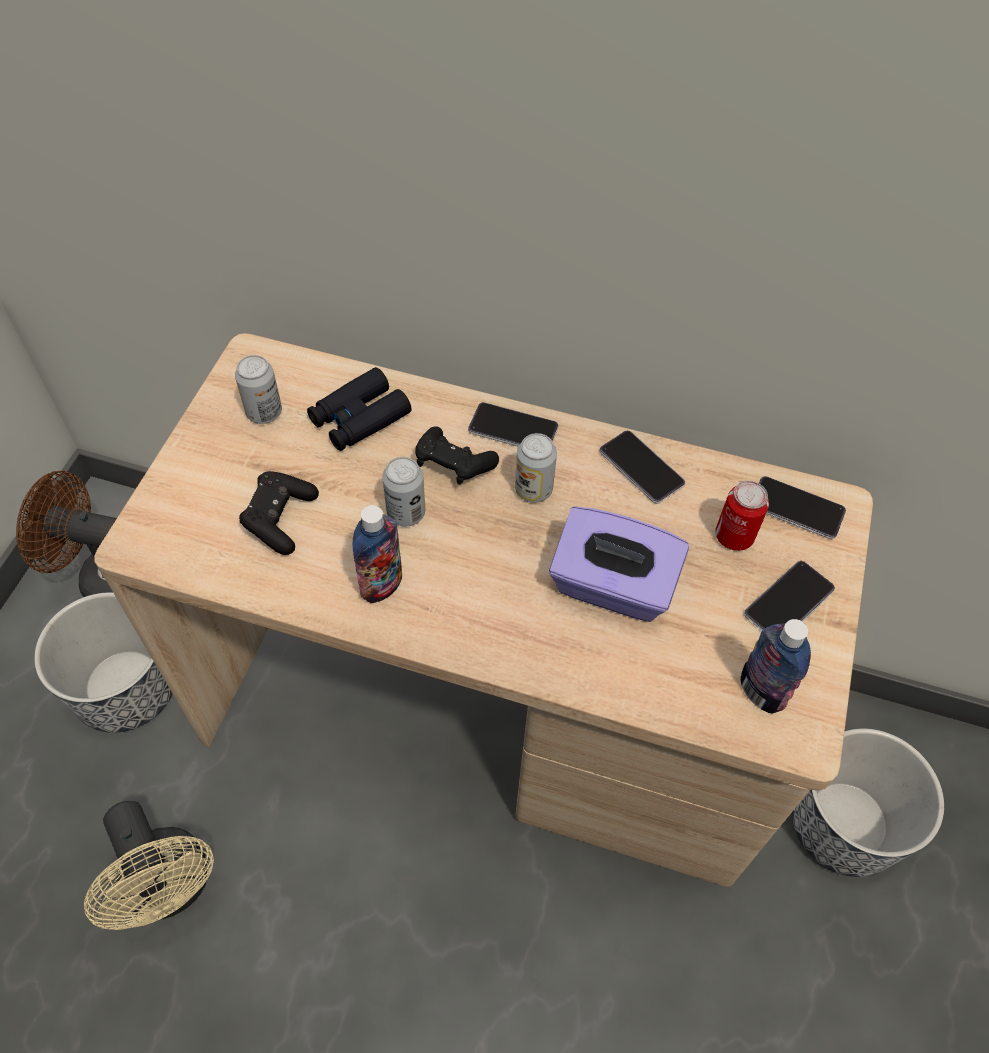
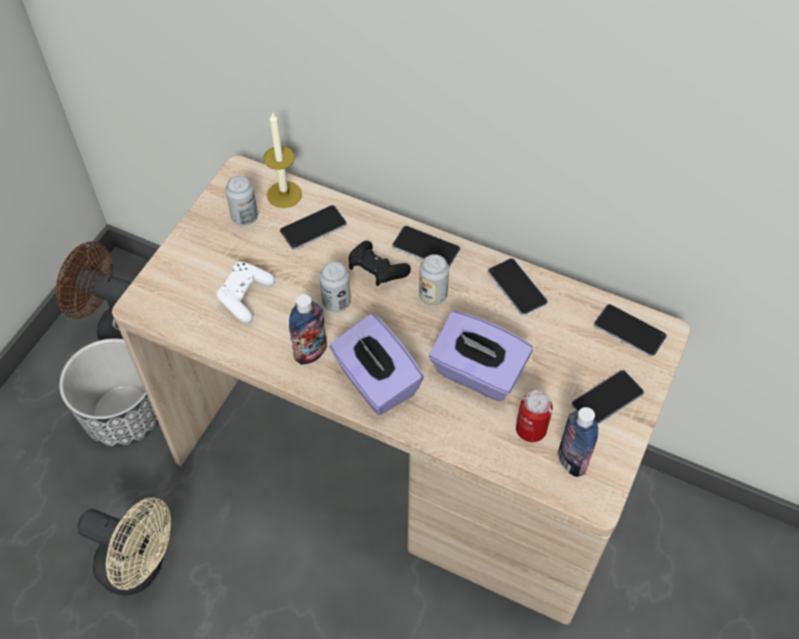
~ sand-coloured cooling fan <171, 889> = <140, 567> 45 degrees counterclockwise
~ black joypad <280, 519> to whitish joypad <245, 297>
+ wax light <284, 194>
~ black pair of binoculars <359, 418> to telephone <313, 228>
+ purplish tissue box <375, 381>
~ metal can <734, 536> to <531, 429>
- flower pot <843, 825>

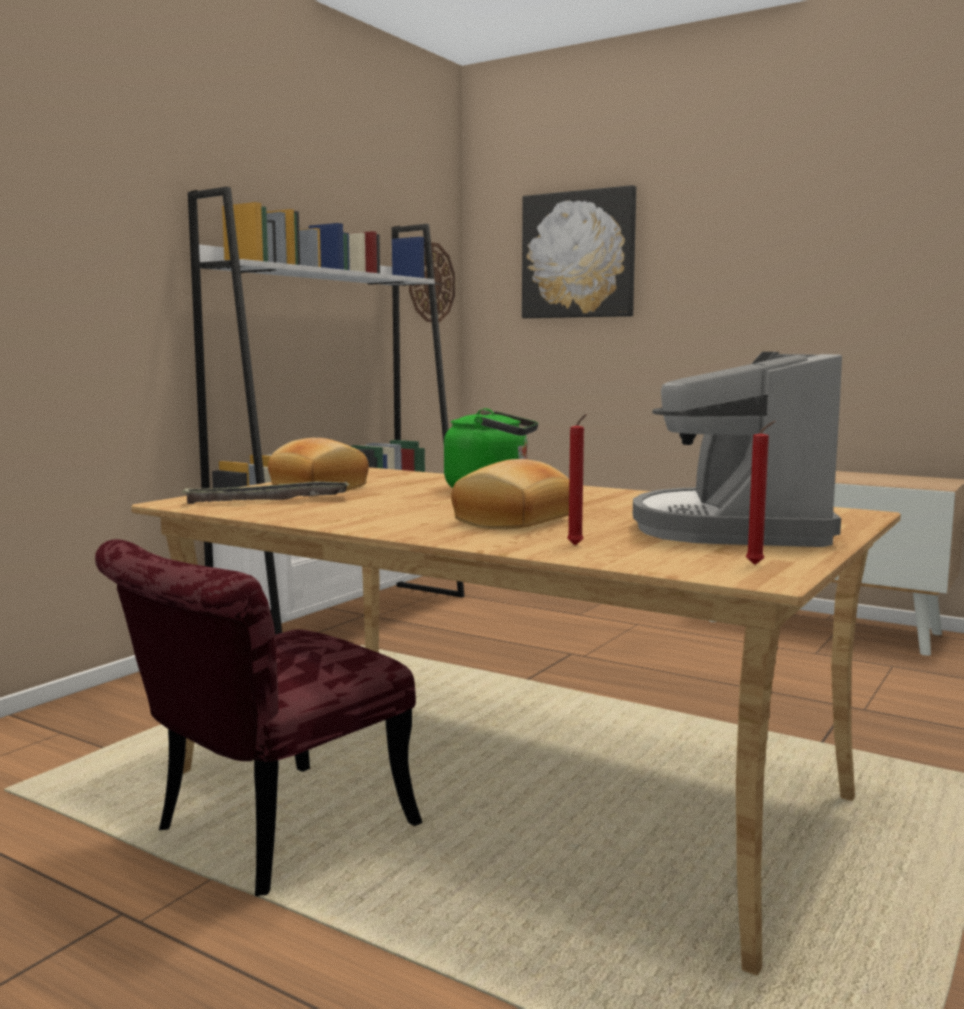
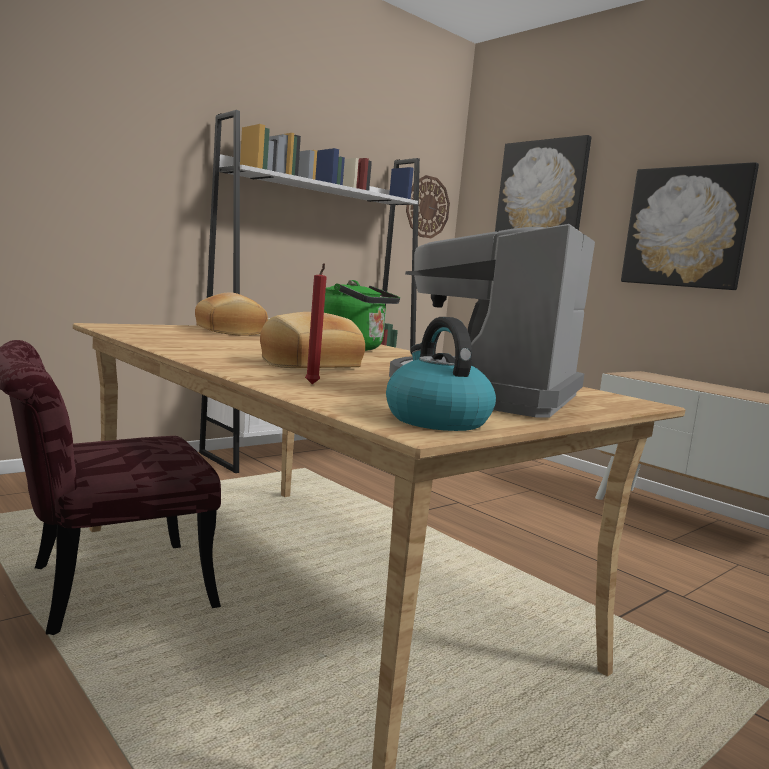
~ reddish wax light <757, 565> to tea kettle <435, 420>
+ picture <686, 227>
- serving tray <267, 500>

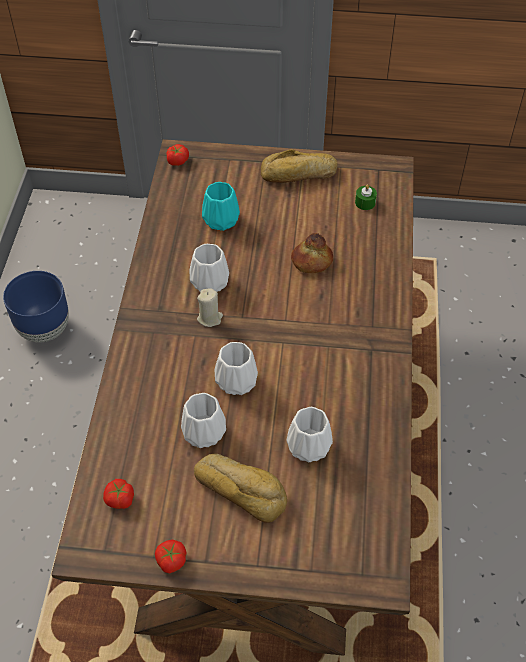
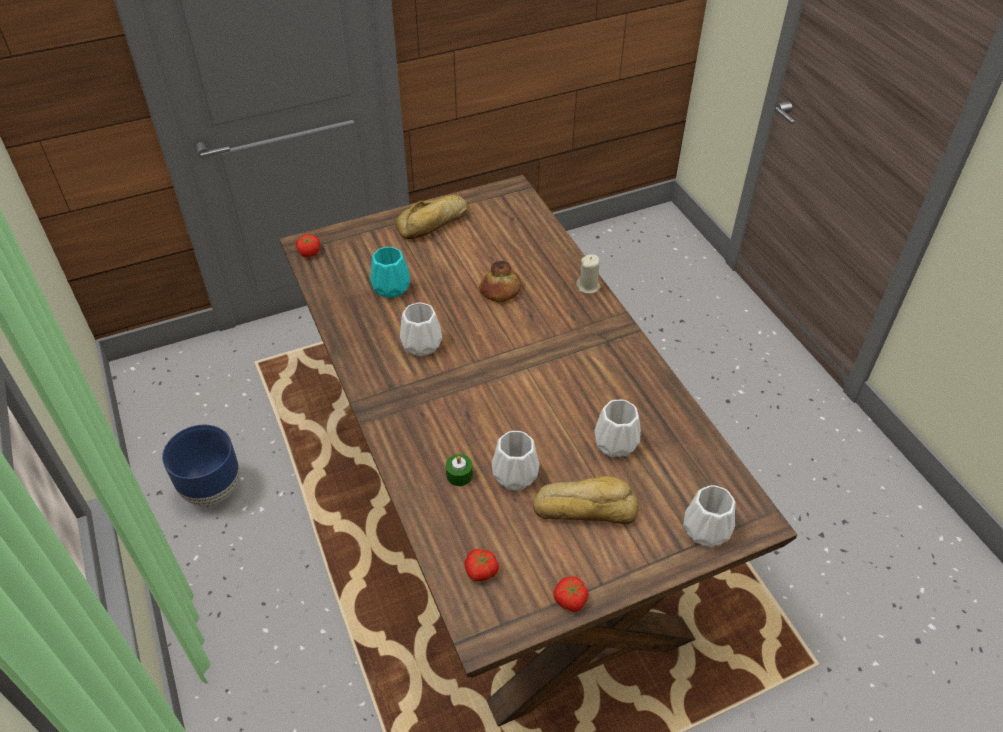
~ green-coloured wax light <365, 202> to <459, 475>
~ sand-coloured wax light <210, 318> to <588, 286>
~ whitish decorative vase <237, 381> to <707, 529>

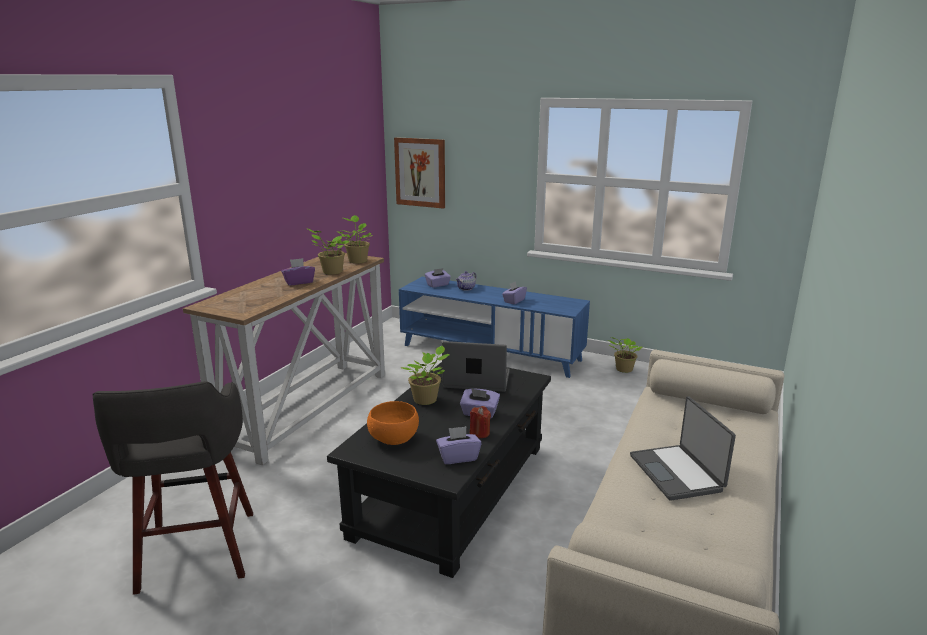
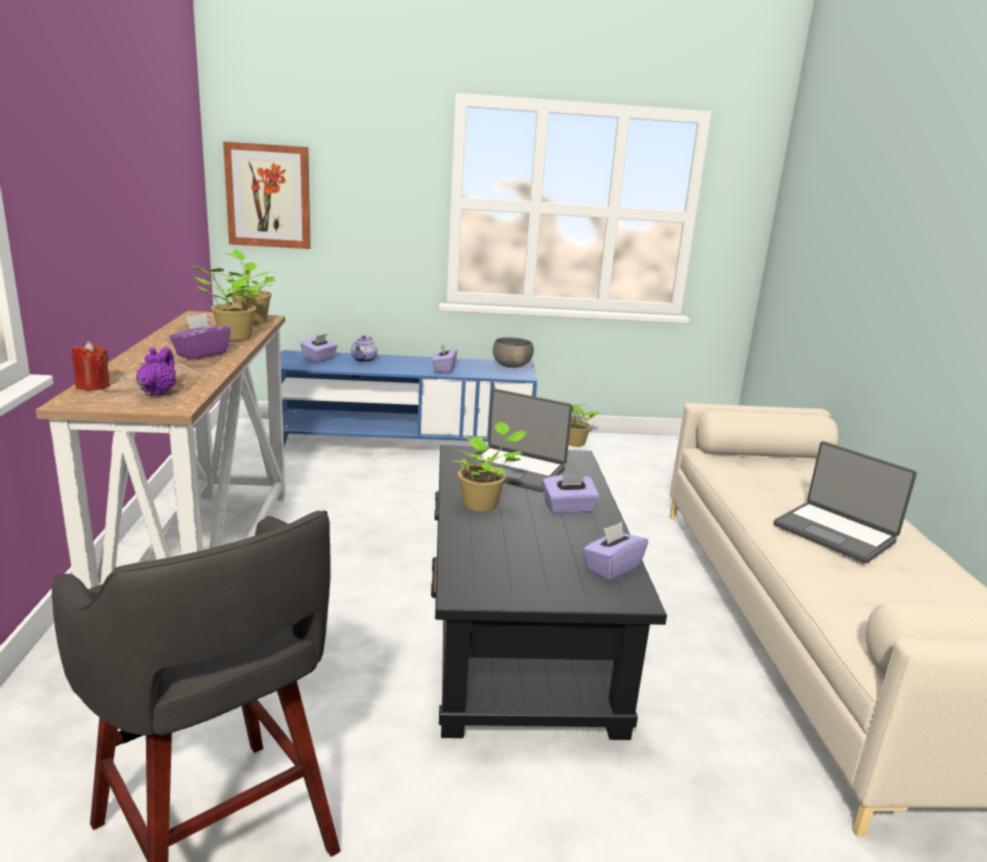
~ reddish wax light <479, 433> to <93, 386>
+ purplish teapot <158, 393>
~ notebook computer <476, 381> = <514, 470> 135 degrees counterclockwise
+ grey deep dish <511, 365>
- orange-coloured deep dish <393, 438>

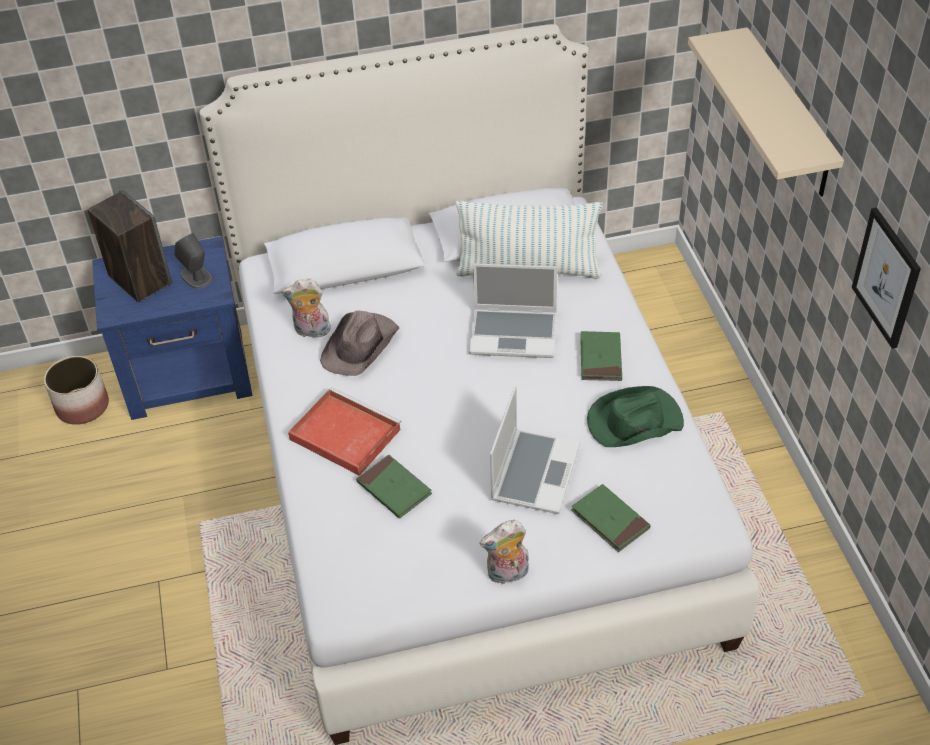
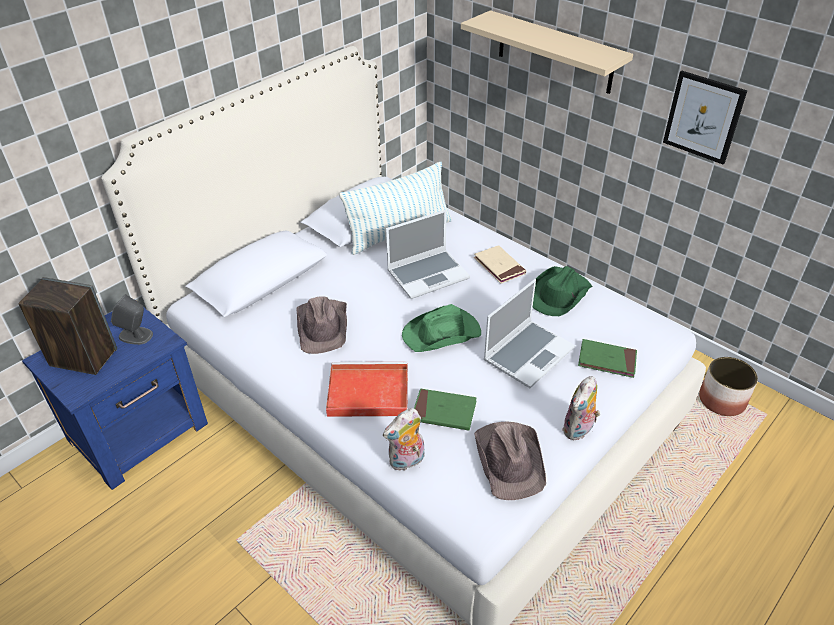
~ cuddly toy <311, 331> to <407, 461>
+ green-coloured wearable hat <442, 334>
~ green-coloured book <600, 358> to sand-coloured book <499, 266>
+ brown wearable hat <510, 459>
~ notebook computer <534, 472> = <528, 353> 60 degrees clockwise
~ flower pot <82, 406> to <721, 400>

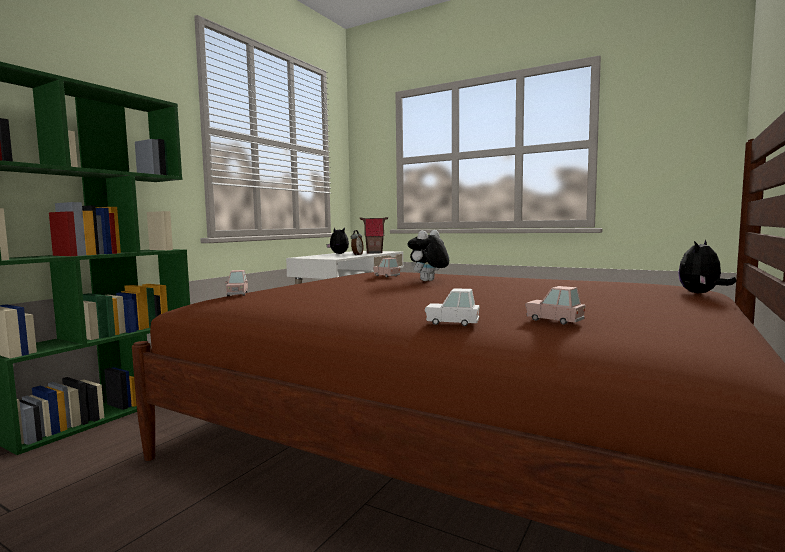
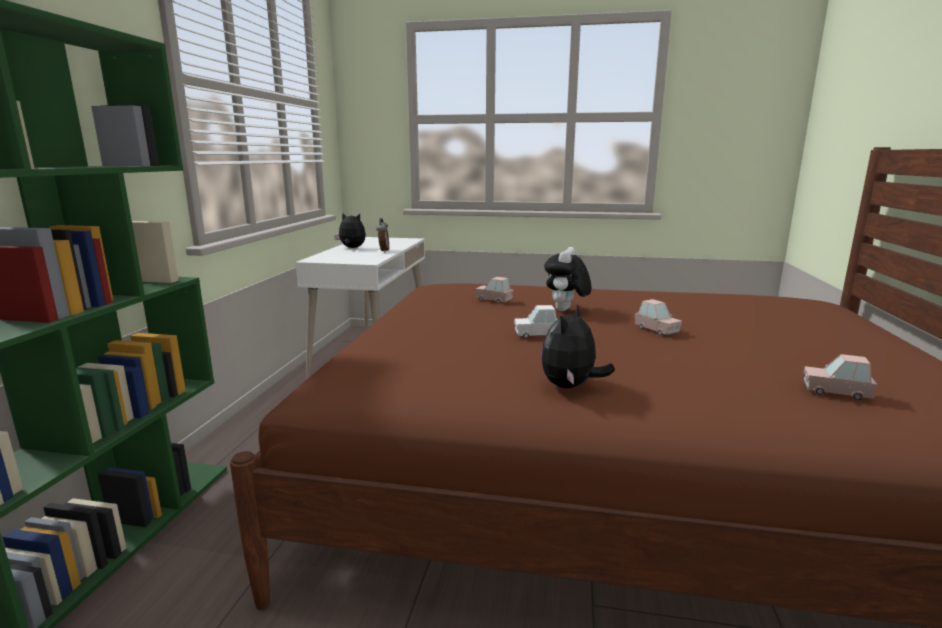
~ whitish miniature car <452, 323> to <536, 335>
~ cuddly toy <701, 293> to <570, 386>
~ pink miniature car <237, 294> to <656, 330>
- toy house <374, 253>

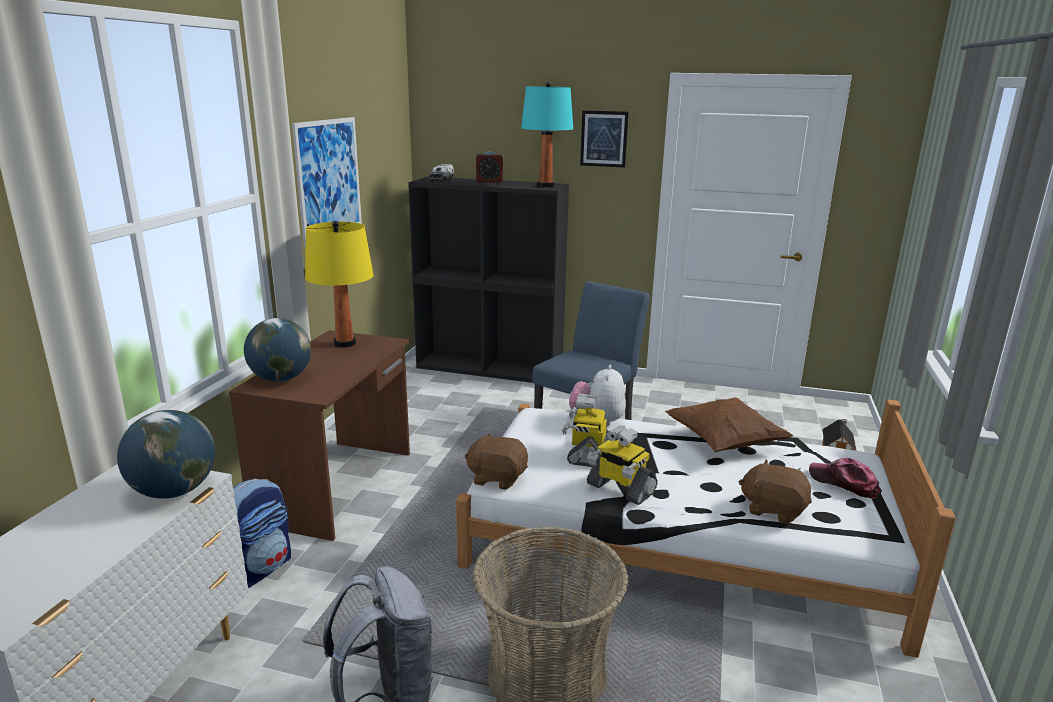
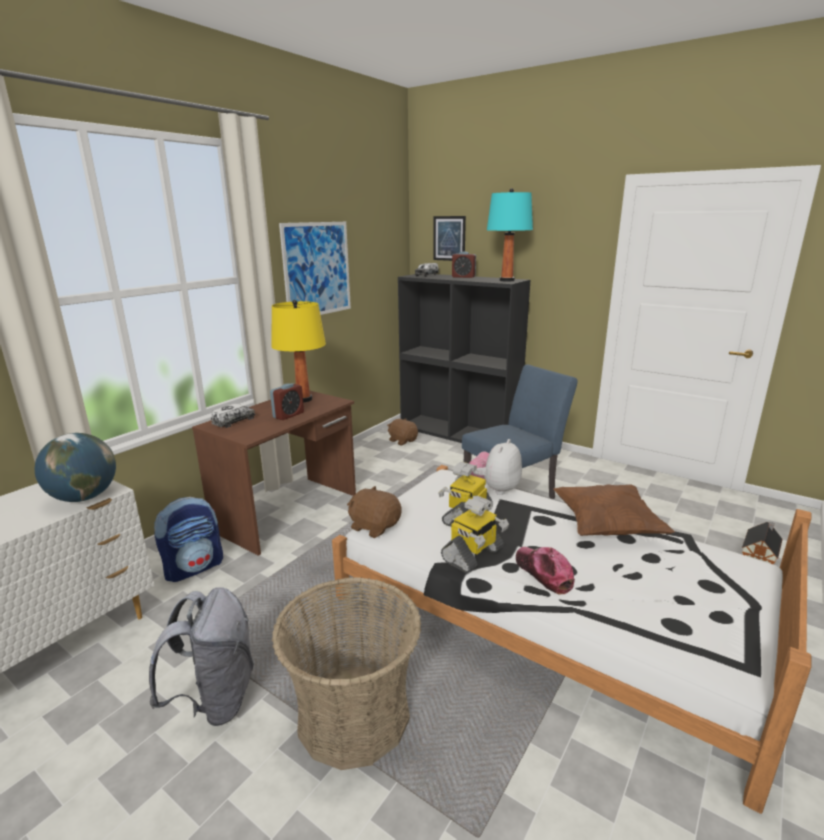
~ world globe <280, 379> to model truck <234, 421>
+ bedside clock <288, 415>
~ brown cuddly toy <773, 509> to <402, 440>
~ picture <603, 139> to <449, 238>
~ robot figure <620, 489> = <473, 555> 105 degrees counterclockwise
~ peaked cap <843, 483> to <544, 573>

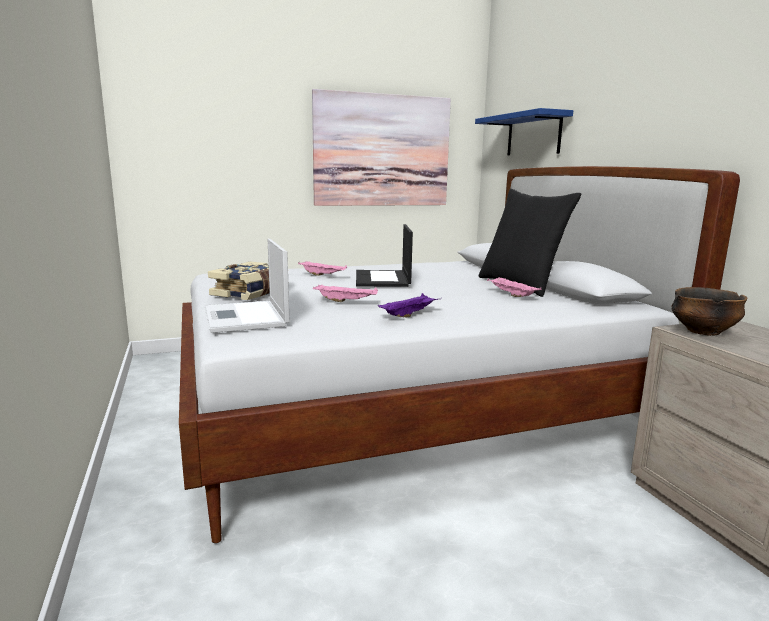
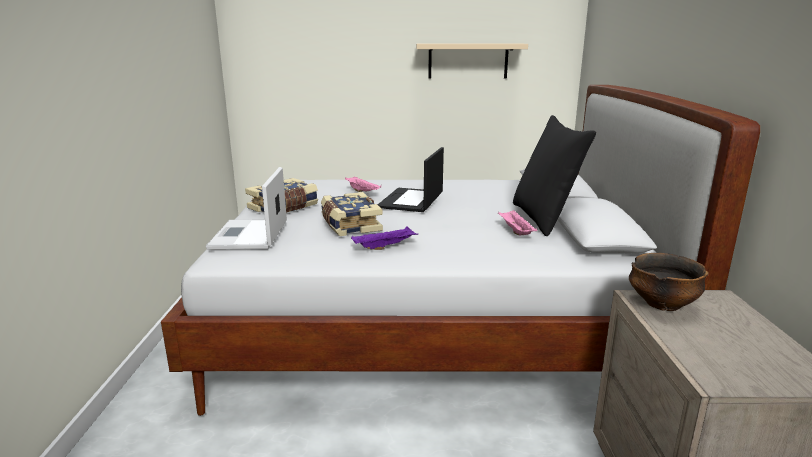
~ pink serving tray <346, 301> to book <349, 225>
~ picture <382, 151> to sand-coloured bracket shelf <468, 61>
- blue-coloured bracket shelf <533, 135>

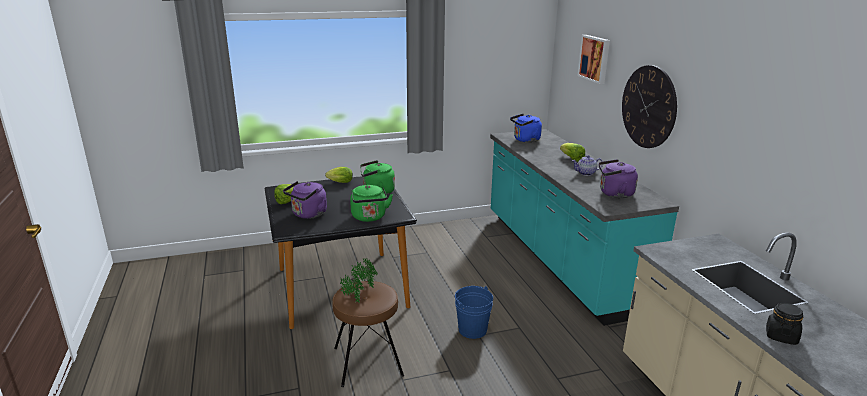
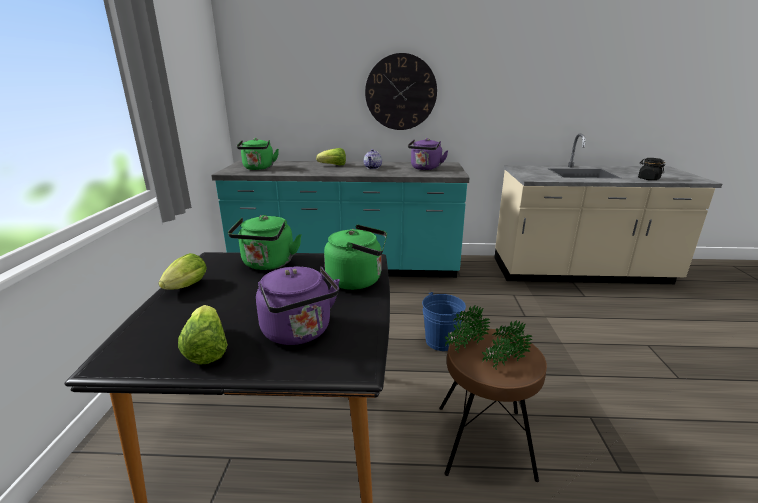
~ blue-coloured tea kettle <525, 140> to green-coloured tea kettle <258, 168>
- picture <595, 58>

